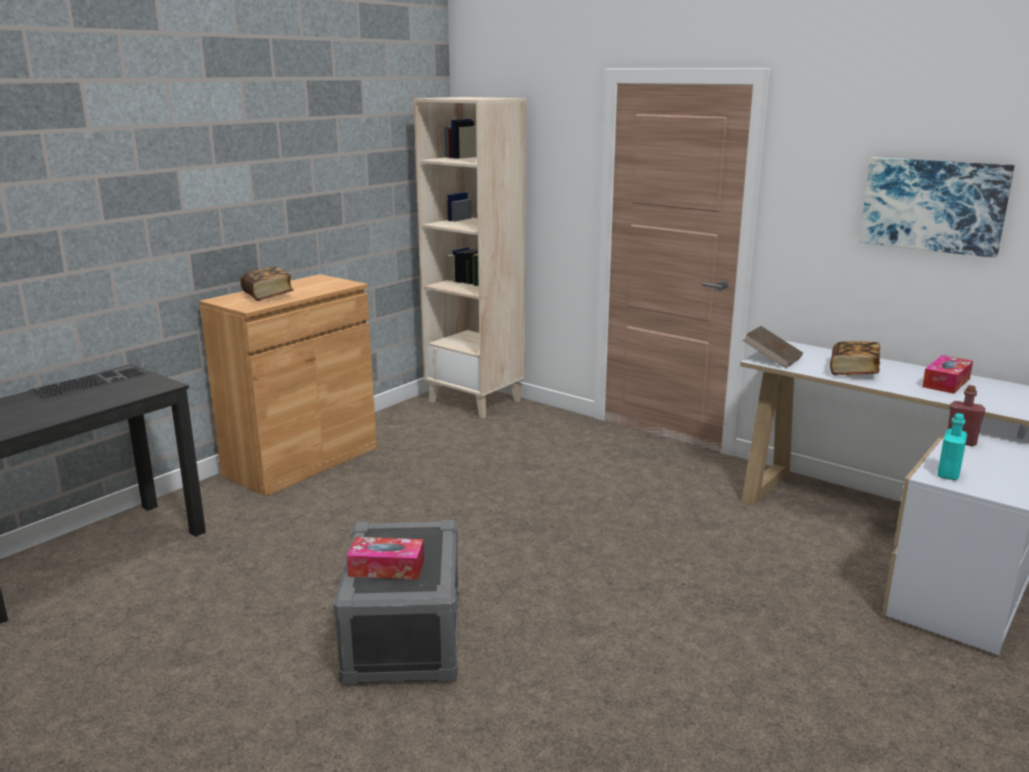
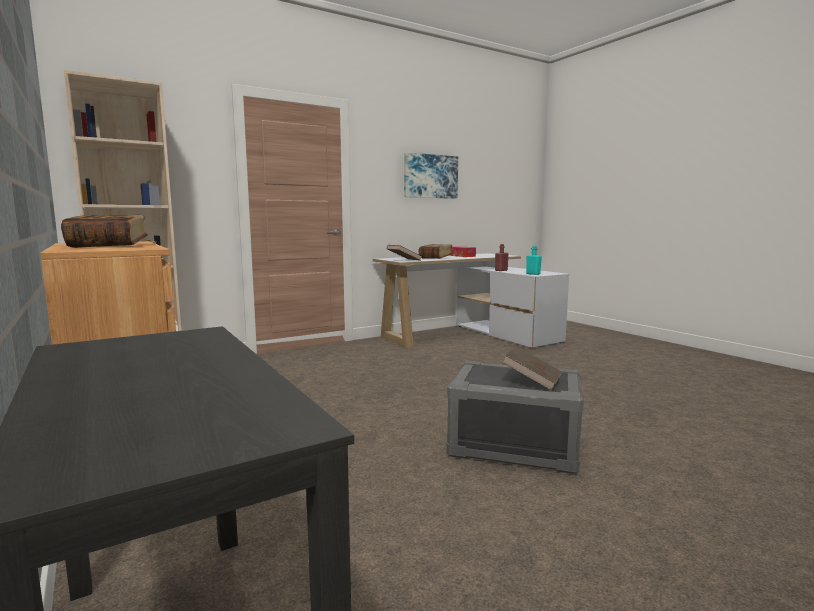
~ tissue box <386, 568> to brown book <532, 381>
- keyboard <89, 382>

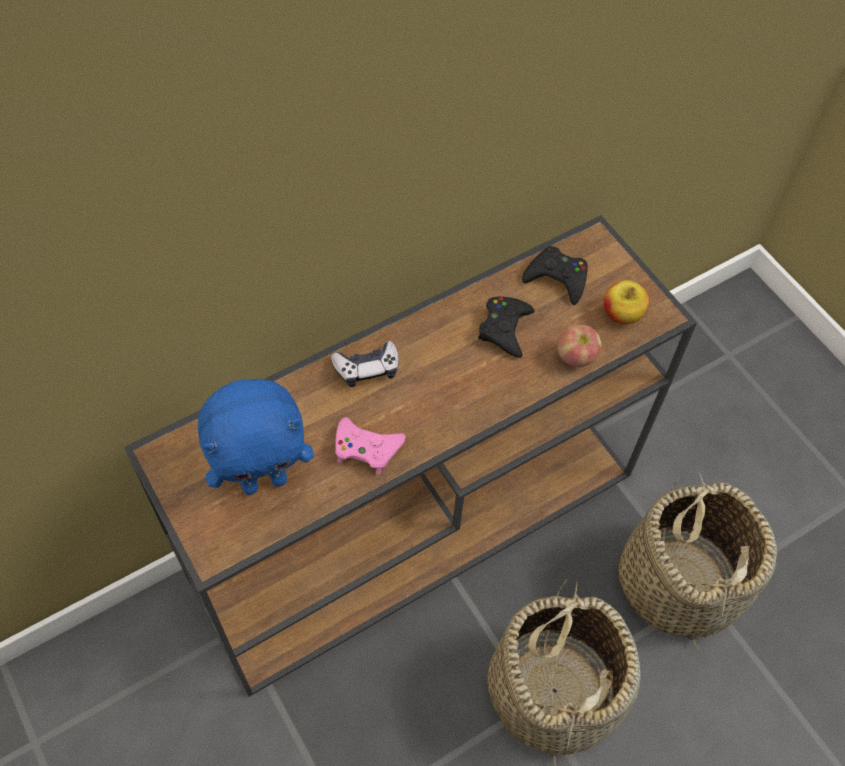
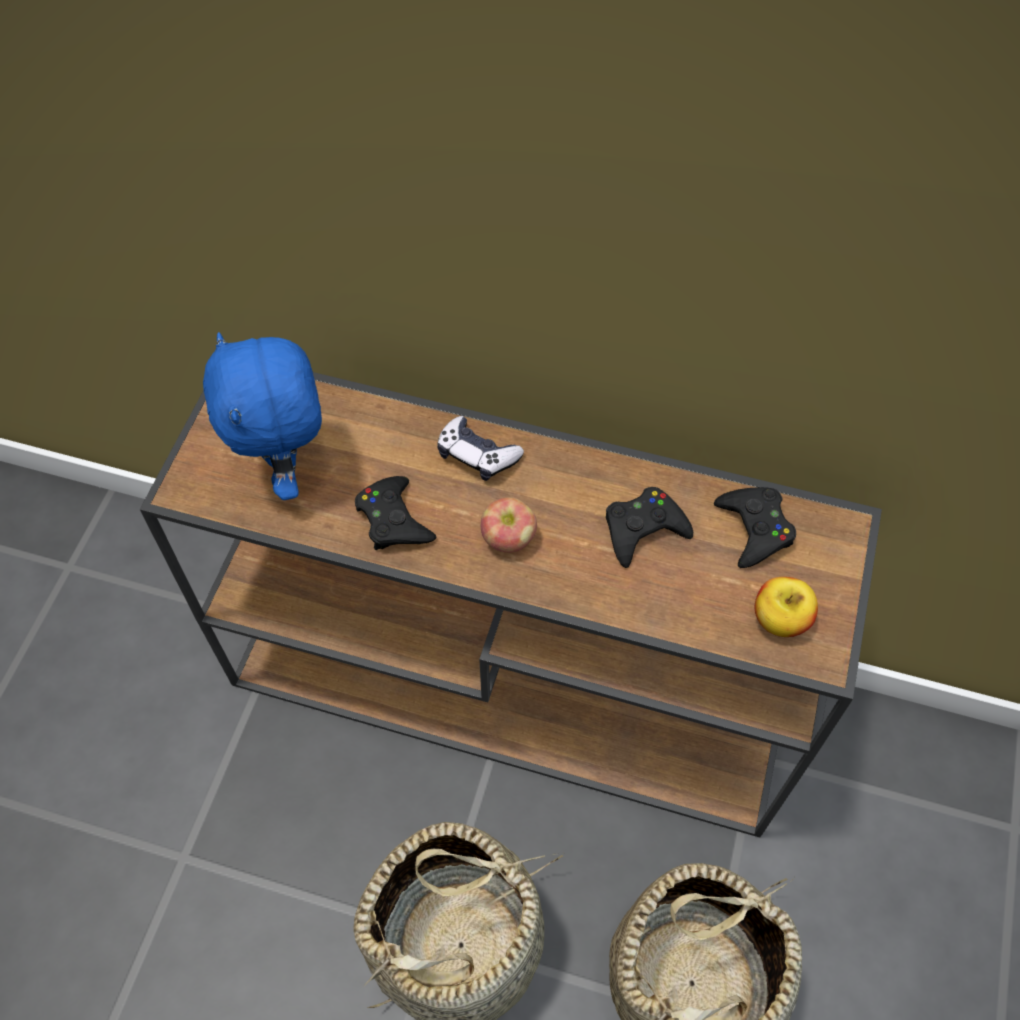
~ blue-coloured cuddly toy <264, 480> = <287, 470> 45 degrees clockwise
~ pink joypad <366, 448> to black joypad <393, 520>
~ apple fruit <576, 356> to <508, 538>

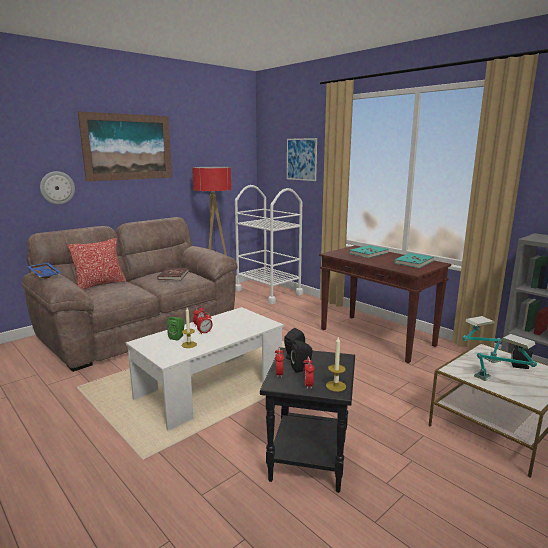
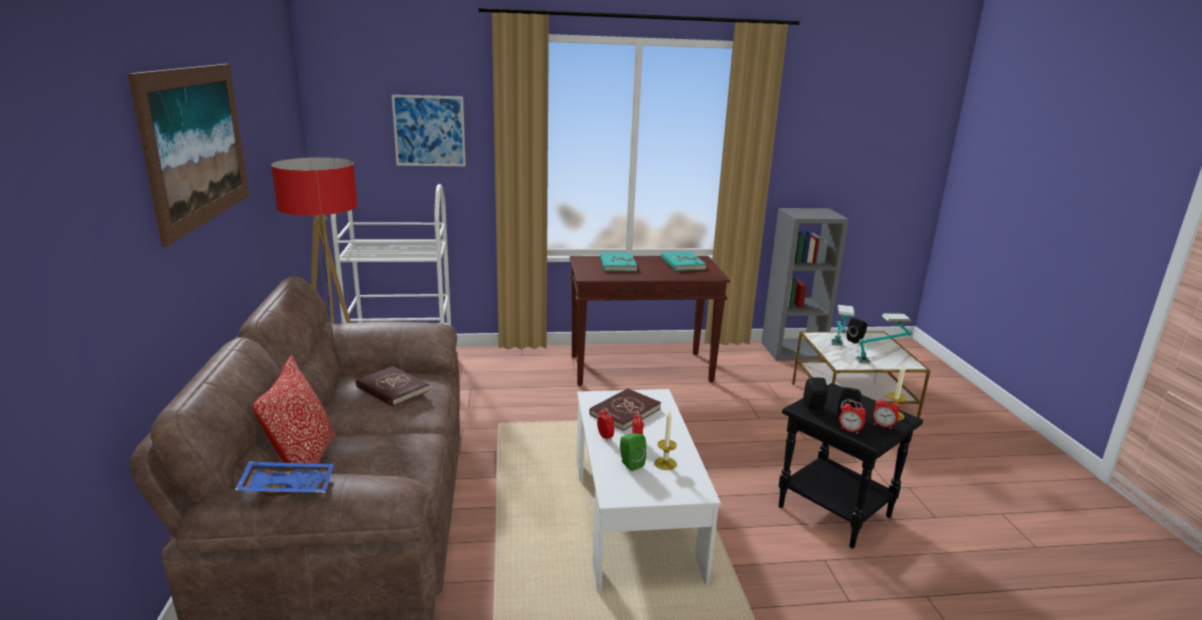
+ reddish book <625, 412>
- hanging clock <57, 188>

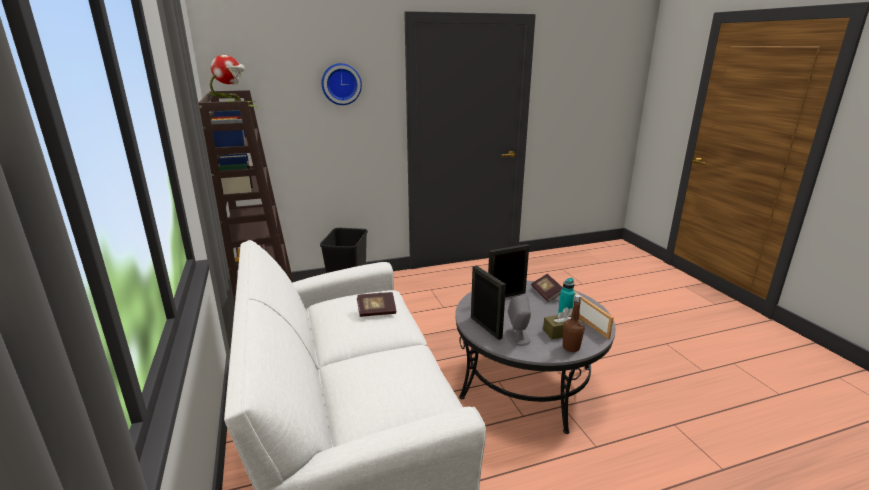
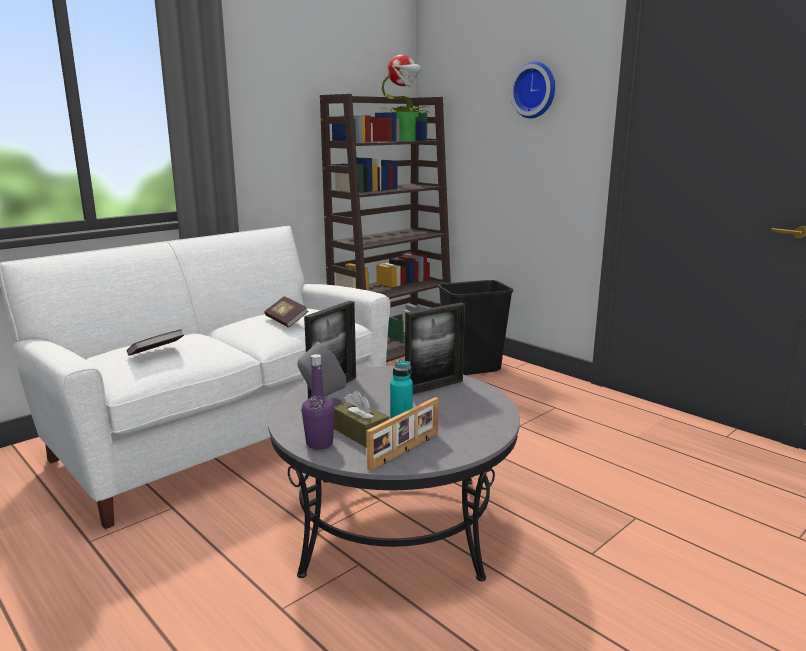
~ book <546, 294> to <156, 353>
~ brown bottle <571, 347> to purplish bottle <319, 443>
~ standing frame <506, 296> = <434, 387> 105 degrees clockwise

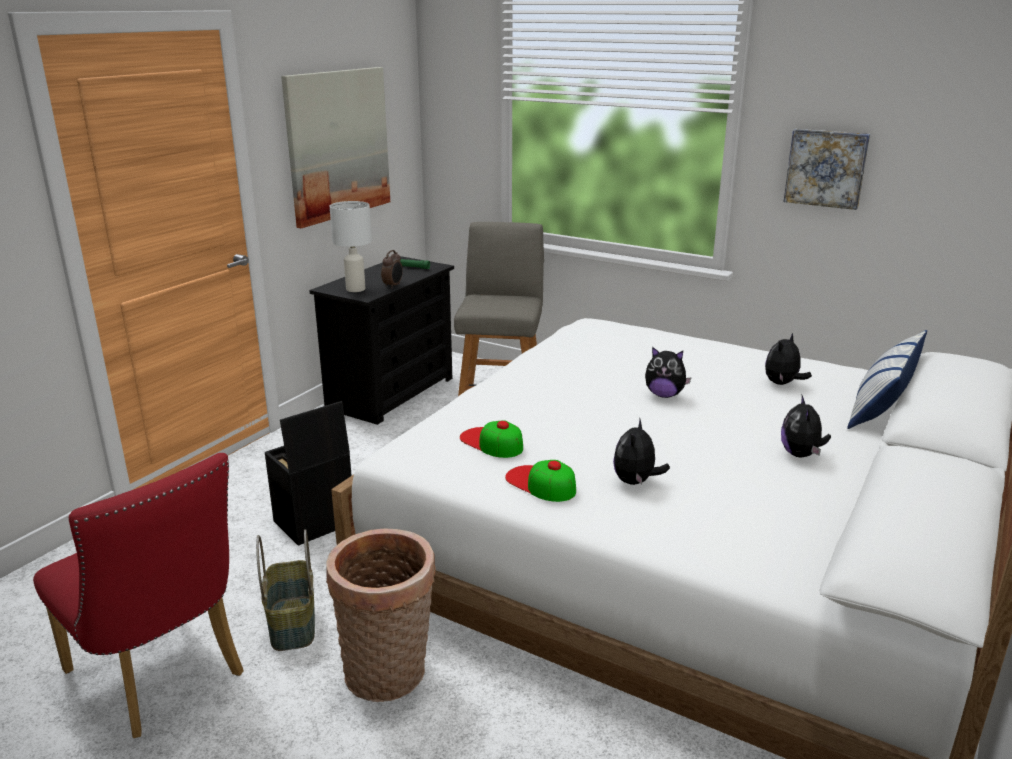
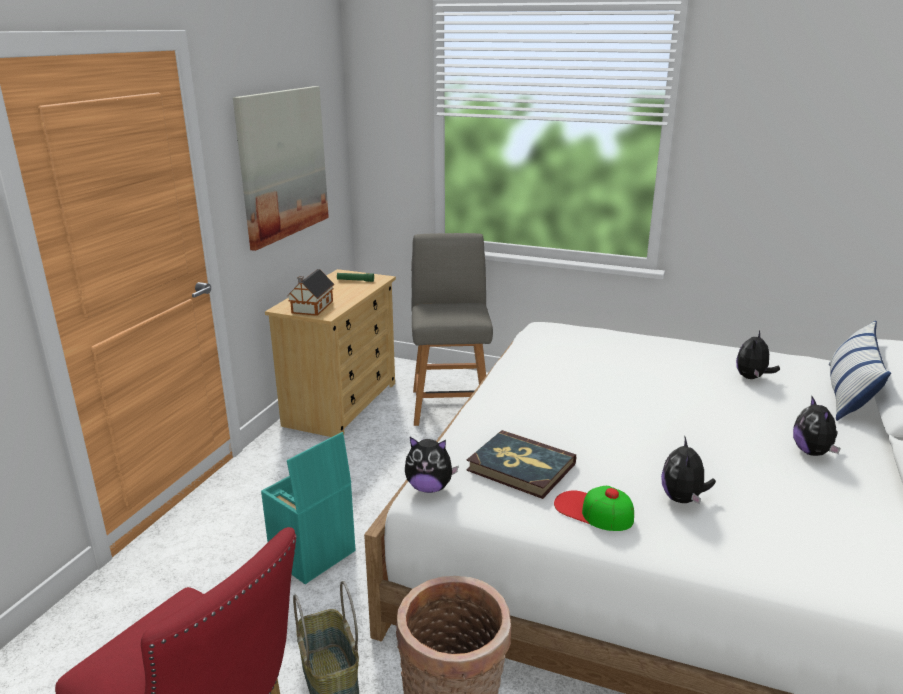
~ black storage box <313, 523> to turquoise-coloured storage box <312, 556>
~ black dresser <391, 393> to sand-coloured dresser <341, 403>
~ whitish table lamp <355, 289> to toy house <311, 307>
~ cuddly toy <664, 395> to <429, 488>
~ peaked cap <491, 442> to book <520, 467>
- bedside clock <393, 286>
- picture <826, 168>

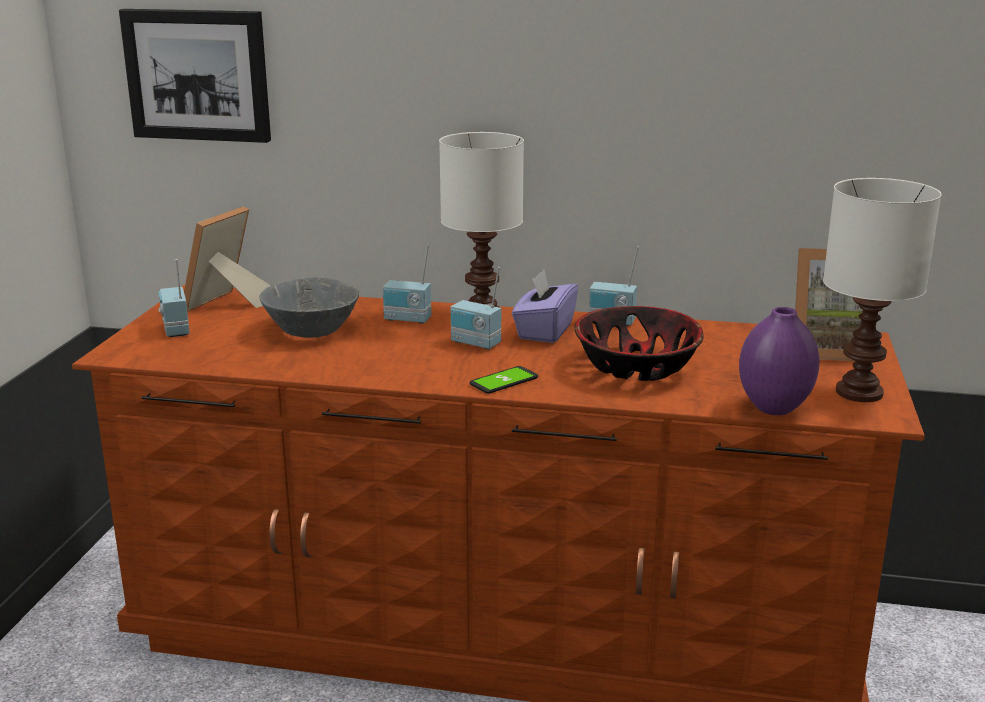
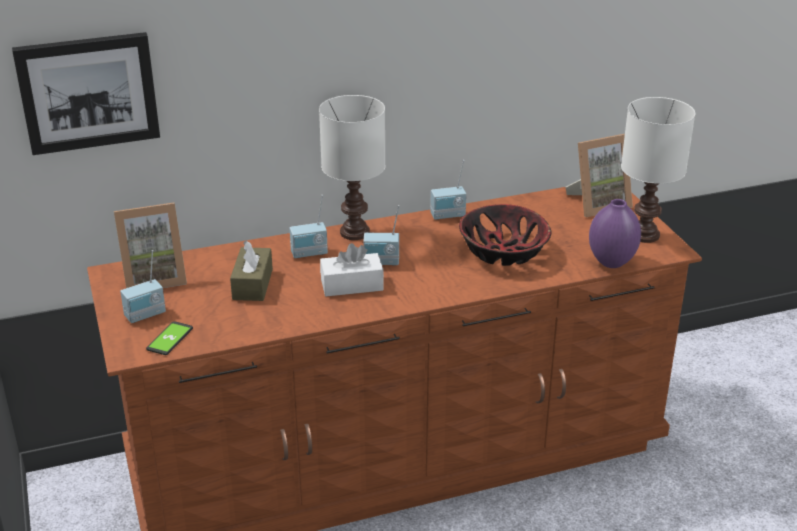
~ standing frame <227, 304> = <154, 278> 105 degrees counterclockwise
~ radio <174, 330> = <146, 315> 75 degrees counterclockwise
~ telephone <504, 381> to <170, 339>
~ grey deep dish <312, 330> to brown tissue box <252, 284>
+ whitish tissue box <352, 285>
- purplish tissue box <544, 331>

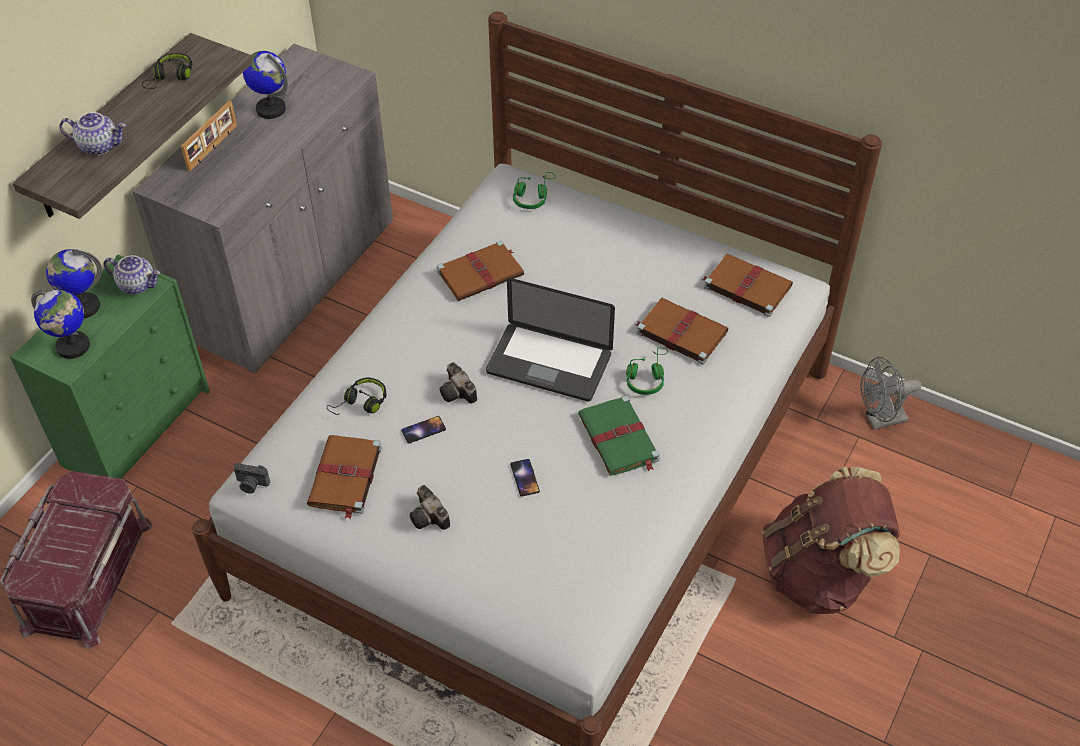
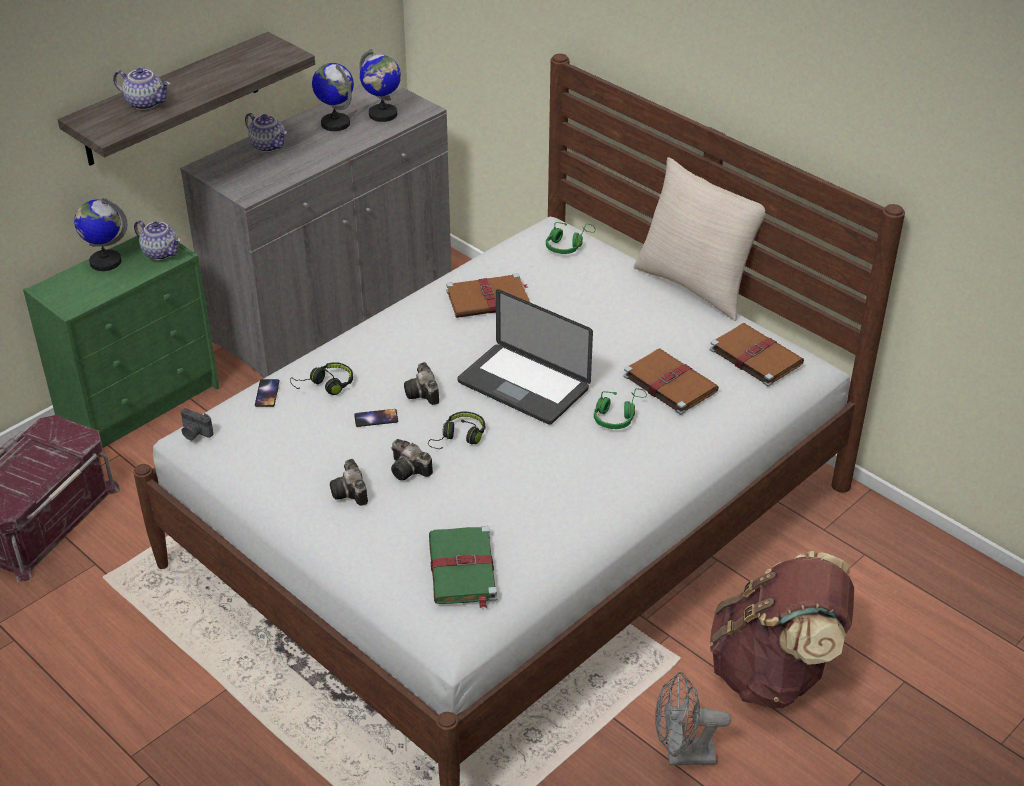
~ standing frame <213, 148> to teapot <269, 146>
~ telephone <525, 478> to <267, 393>
~ world globe <73, 347> to <383, 114>
+ still camera <410, 470>
~ black headphones <170, 77> to <459, 438>
~ green-coloured book <619, 439> to <462, 570>
+ sand-coloured throw pillow <696, 285>
~ grey cooling fan <880, 420> to <682, 755>
- brown book <345, 477>

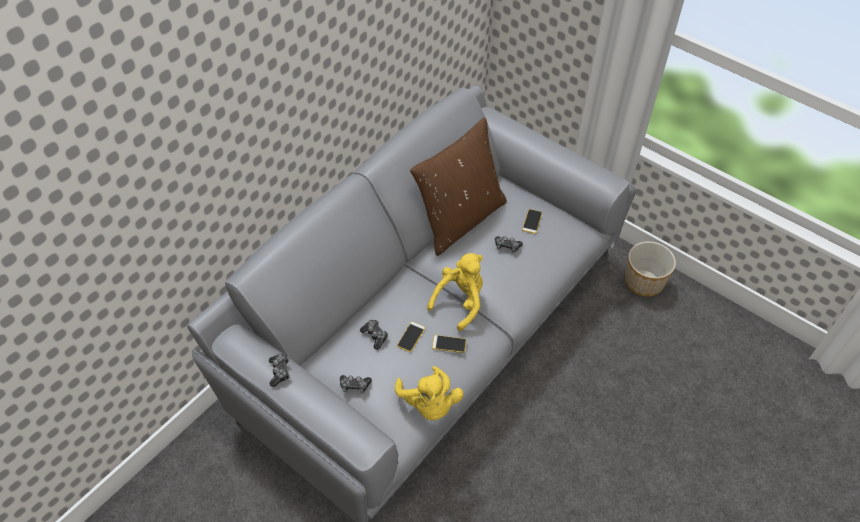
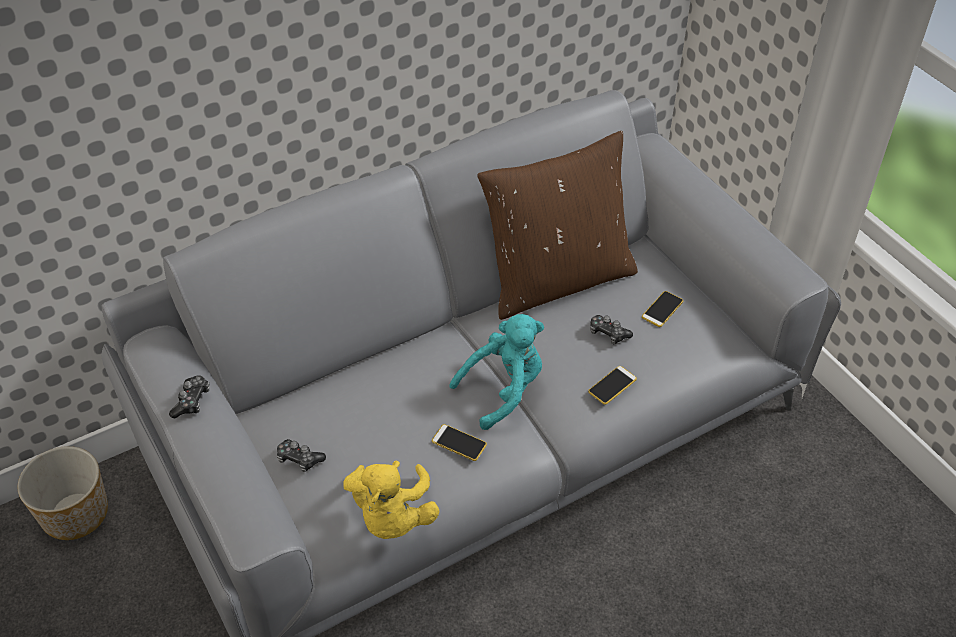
~ flower pot <643, 281> to <75, 513>
~ yellow-coloured cuddly toy <460, 301> to turquoise-coloured cuddly toy <504, 390>
~ telephone <411, 337> to <612, 385>
- joypad <375, 336>

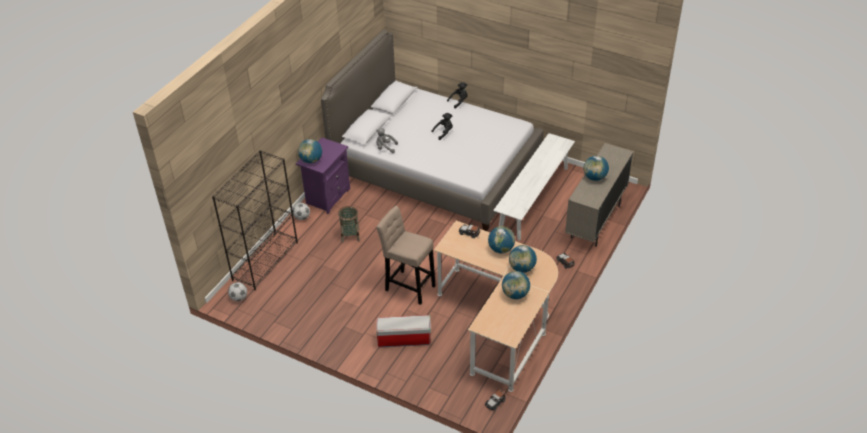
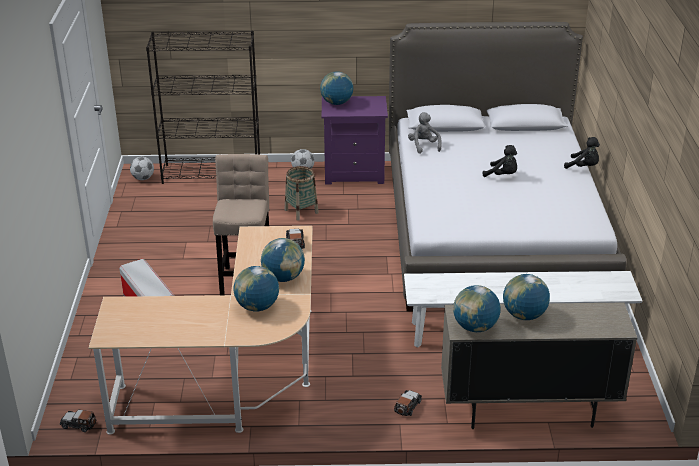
~ world globe <515, 294> to <475, 327>

